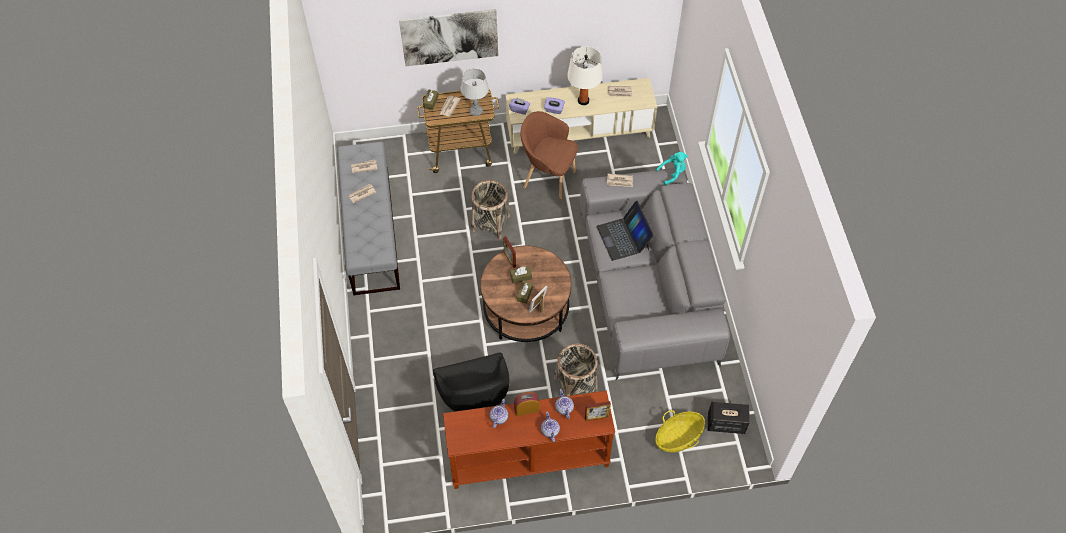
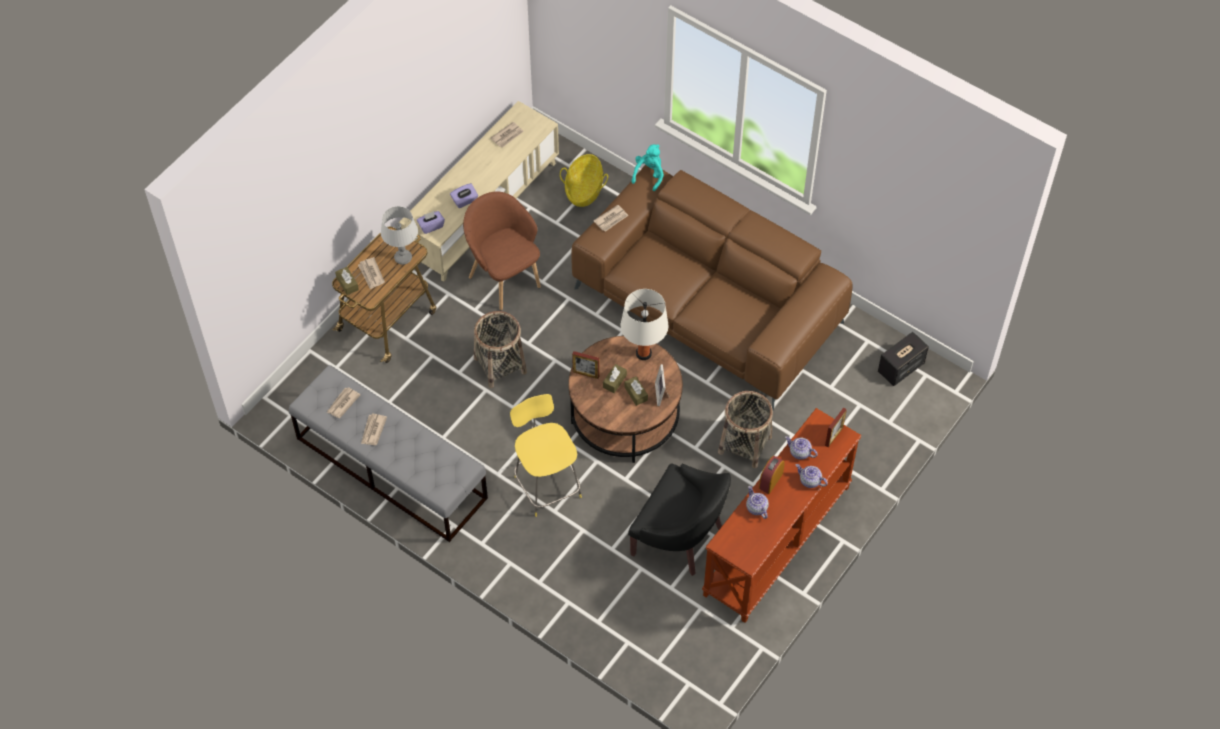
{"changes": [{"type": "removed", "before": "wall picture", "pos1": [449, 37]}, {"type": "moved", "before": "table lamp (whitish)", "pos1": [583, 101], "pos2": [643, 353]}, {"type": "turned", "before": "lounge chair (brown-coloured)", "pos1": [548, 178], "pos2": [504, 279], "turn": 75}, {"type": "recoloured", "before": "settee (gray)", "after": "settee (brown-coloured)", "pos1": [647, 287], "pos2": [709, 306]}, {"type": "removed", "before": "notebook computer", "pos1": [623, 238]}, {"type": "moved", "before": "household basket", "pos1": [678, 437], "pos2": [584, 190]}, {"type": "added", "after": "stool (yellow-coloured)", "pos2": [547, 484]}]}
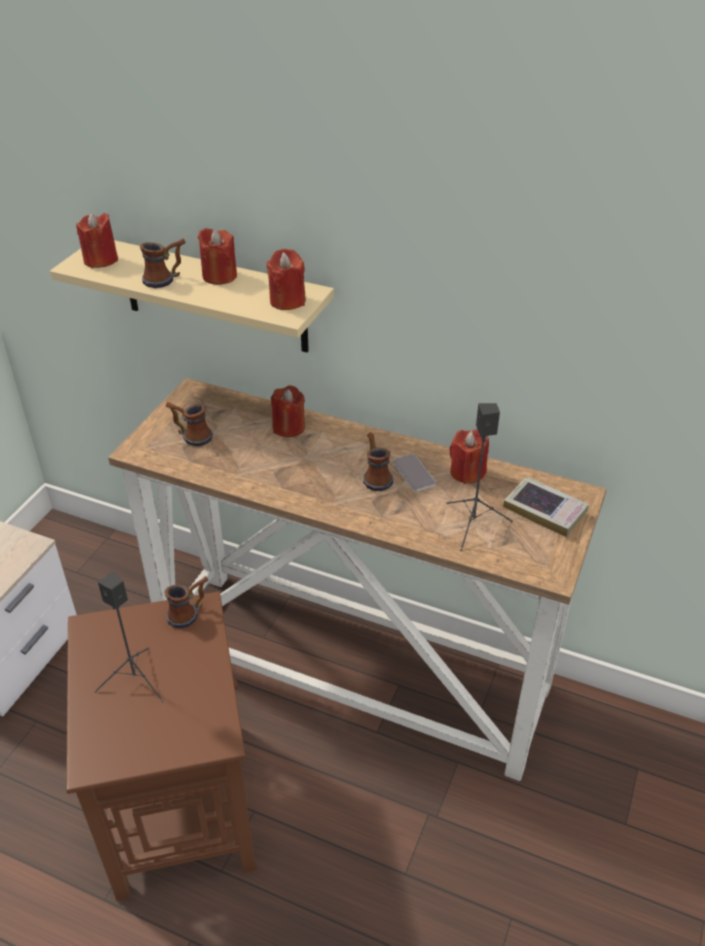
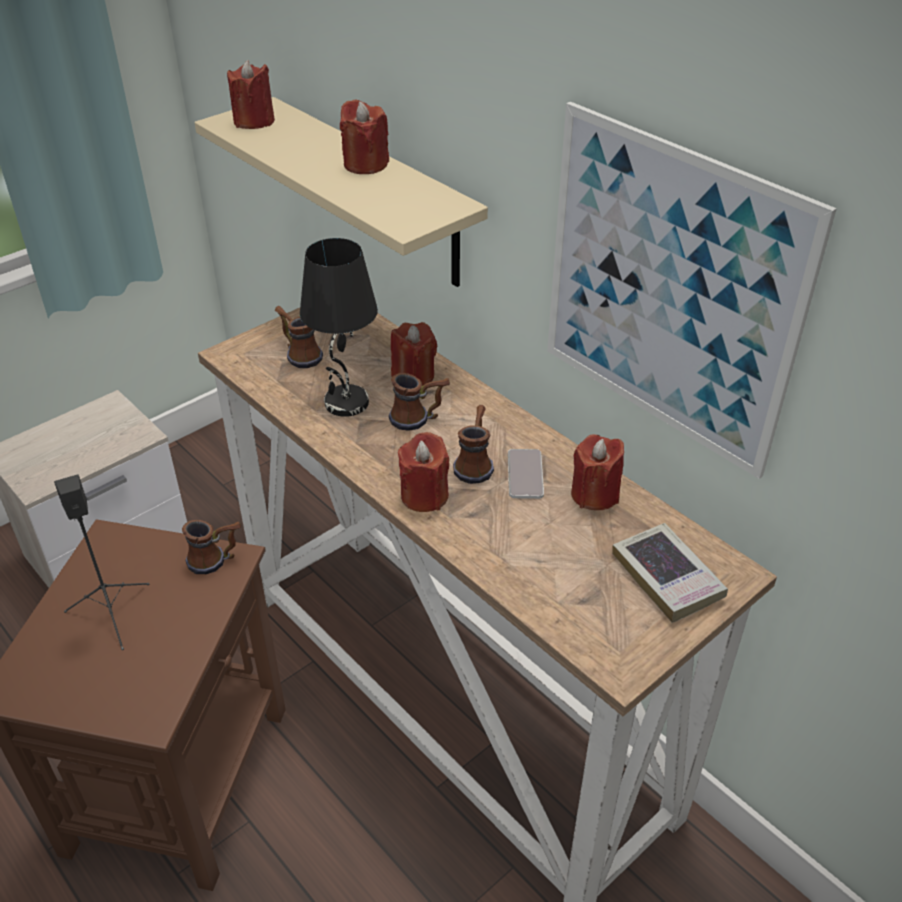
{"changes": [{"type": "moved", "before": "tea mug", "pos1": [166, 279], "pos2": [419, 419]}, {"type": "moved", "before": "wax light (red)", "pos1": [287, 301], "pos2": [424, 496]}, {"type": "removed", "before": "speaker (black-coloured)", "pos1": [473, 525]}, {"type": "added", "after": "wall picture", "pos2": [668, 291]}, {"type": "added", "after": "table lamp (black-coloured)", "pos2": [346, 403]}]}
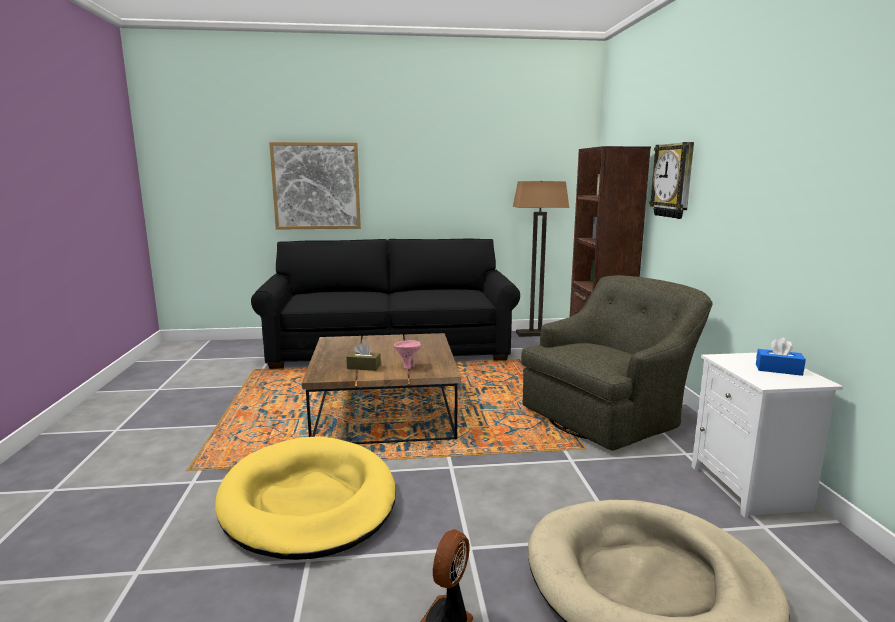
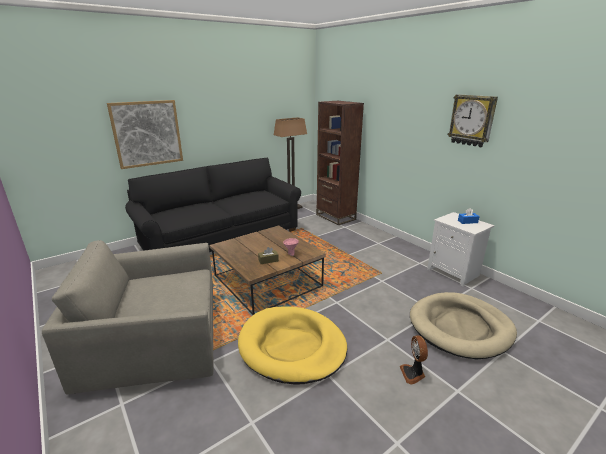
{"changes": [{"type": "moved", "before": "clock on the wall", "pos1": [673, 180], "pos2": [472, 120]}, {"type": "removed", "before": "lounge chair (green)", "pos1": [609, 415]}, {"type": "added", "after": "lounge chair (gray)", "pos2": [154, 339]}]}
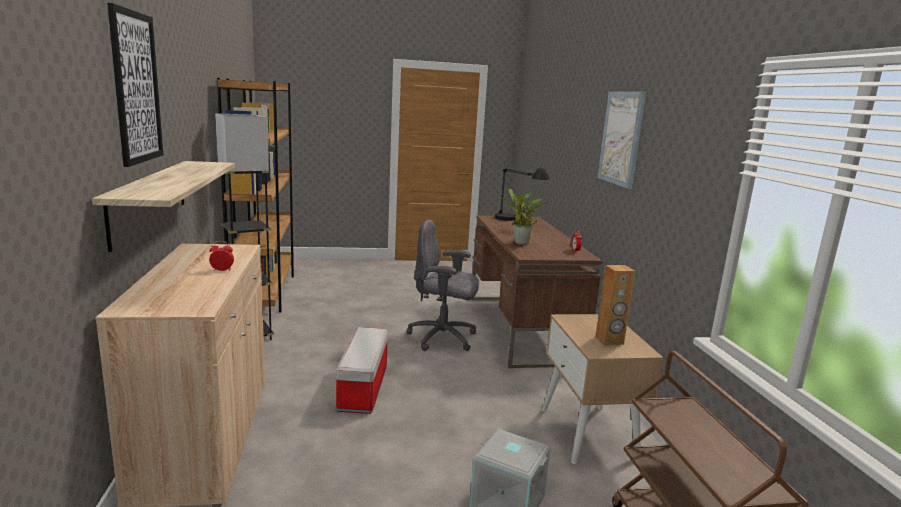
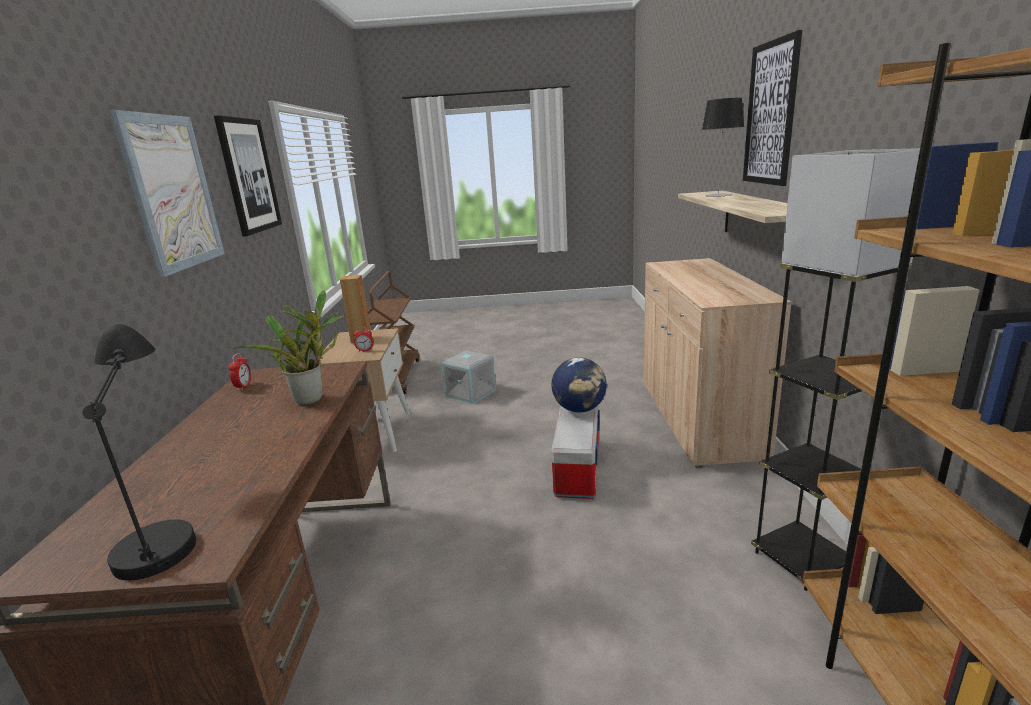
{"changes": [{"type": "removed", "before": "desk chair (gray)", "pos1": [443, 338]}, {"type": "moved", "before": "bedside clock", "pos1": [222, 270], "pos2": [365, 350]}, {"type": "added", "after": "table lamp", "pos2": [718, 195]}, {"type": "added", "after": "wall picture", "pos2": [248, 176]}, {"type": "added", "after": "desk globe", "pos2": [579, 409]}]}
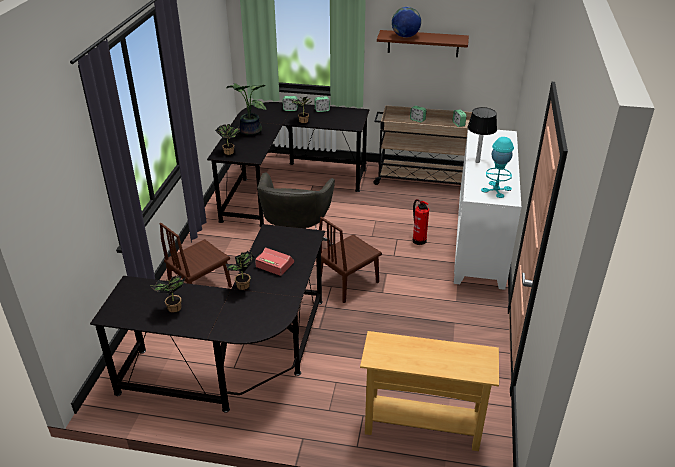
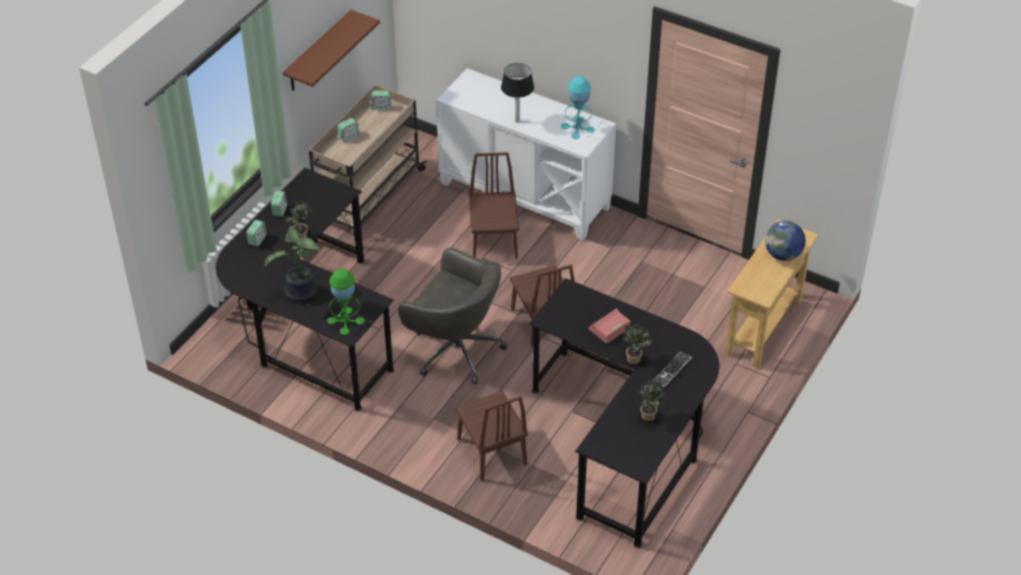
{"changes": [{"type": "moved", "before": "desk globe", "pos1": [405, 36], "pos2": [783, 255]}, {"type": "replaced", "before": "potted plant", "after": "table lamp (green)", "pos1": [230, 152], "pos2": [346, 321]}, {"type": "replaced", "before": "fire-fighting cylinder", "after": "chair (brown-coloured)", "pos1": [418, 240], "pos2": [493, 241]}, {"type": "added", "after": "keyboard", "pos2": [672, 370]}]}
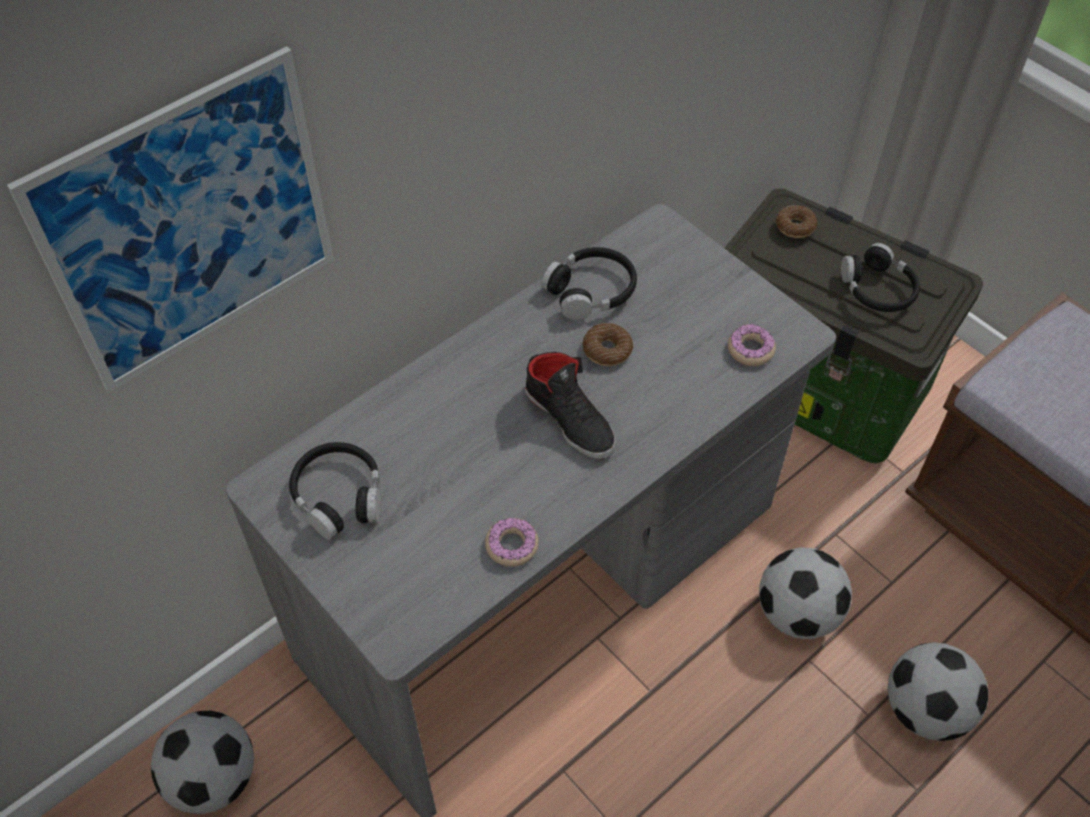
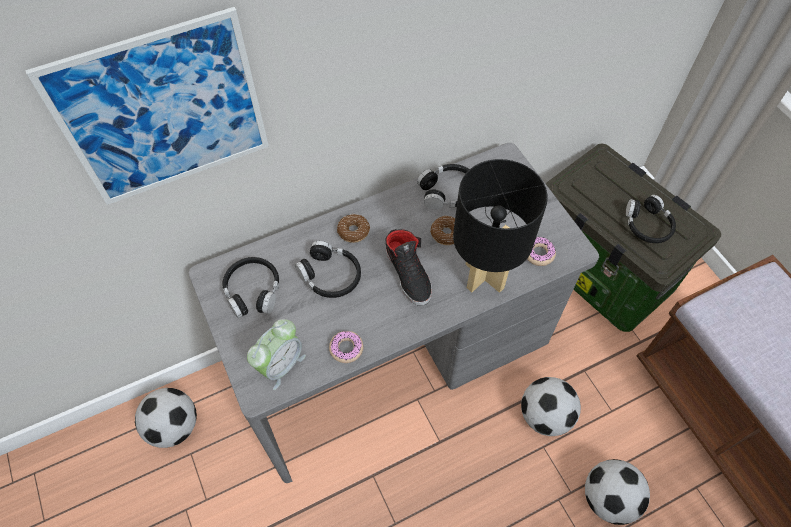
{"changes": [{"type": "moved", "before": "donut", "pos1": [795, 226], "pos2": [353, 231]}, {"type": "added", "after": "table lamp (black-coloured)", "pos2": [484, 277]}, {"type": "added", "after": "pair of headphones (black-coloured)", "pos2": [330, 276]}, {"type": "added", "after": "bedside clock", "pos2": [280, 365]}]}
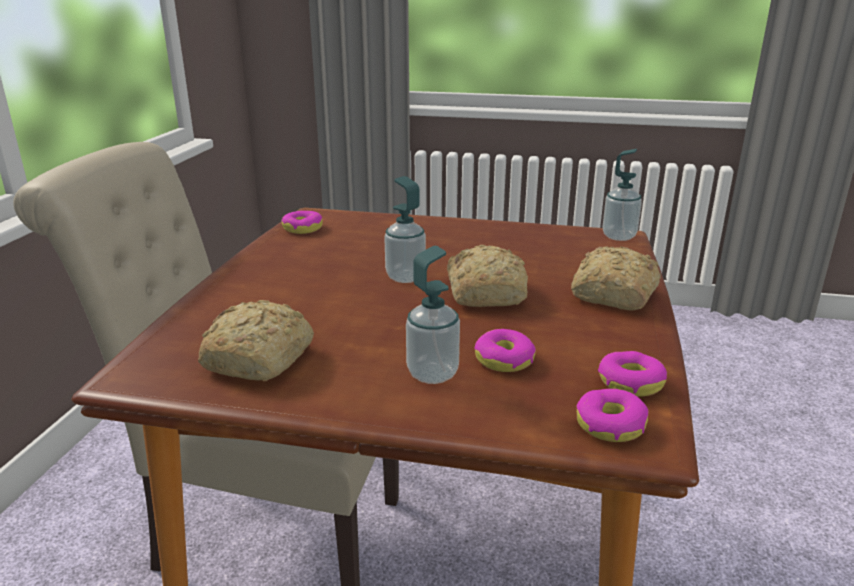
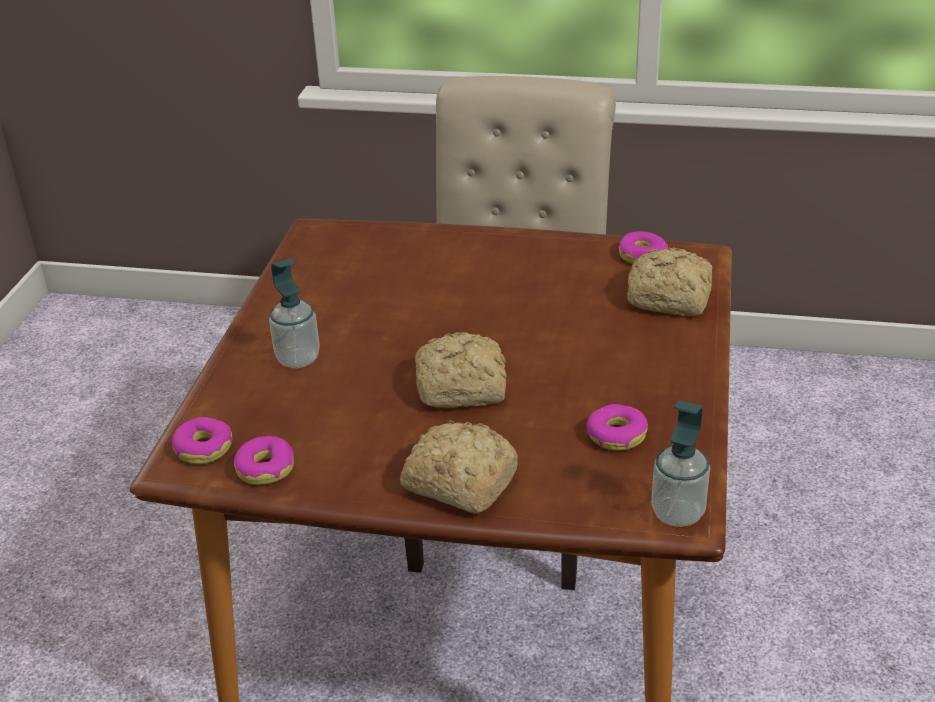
{"changes": [{"type": "removed", "before": "liquid soap bottle", "pos1": [405, 277]}, {"type": "moved", "before": "bread", "pos1": [261, 358], "pos2": [671, 299]}, {"type": "moved", "before": "donut", "pos1": [504, 360], "pos2": [616, 435]}]}
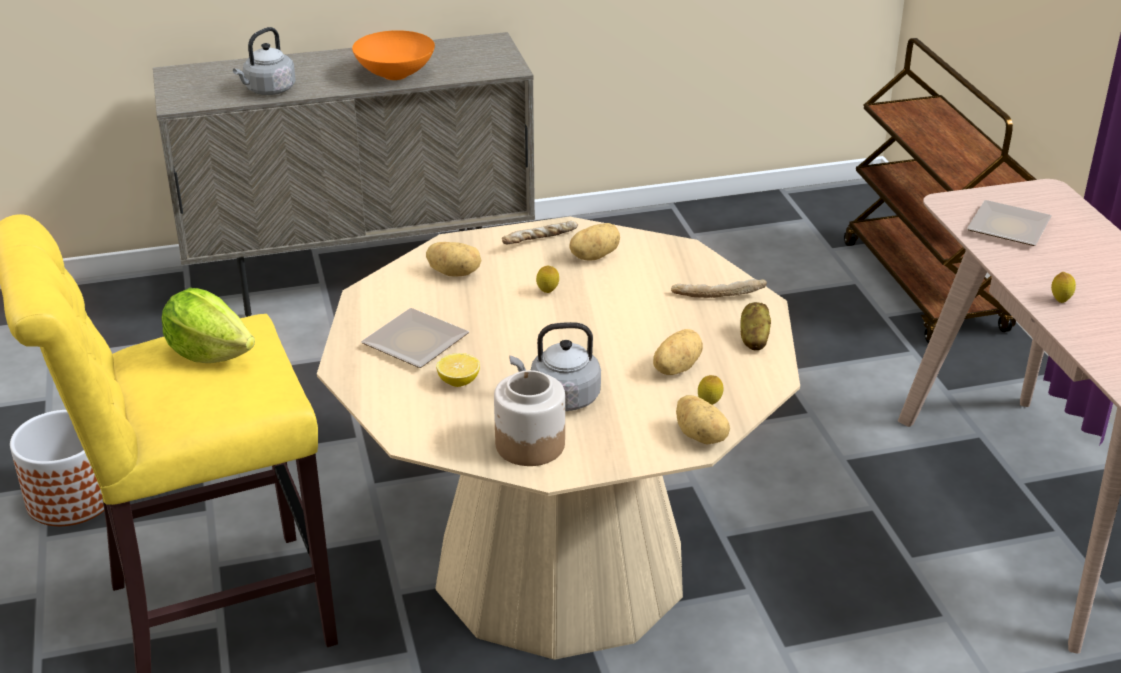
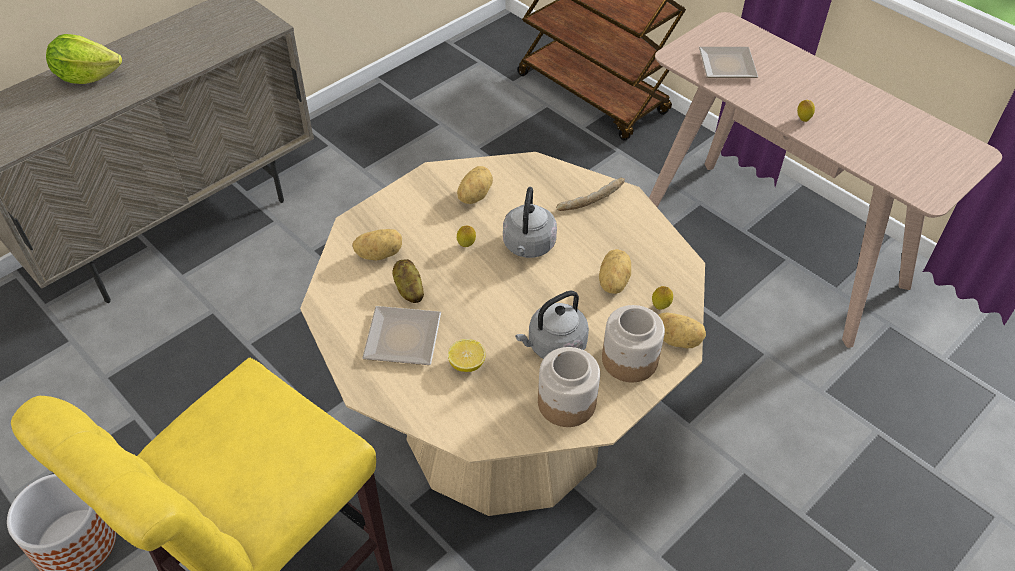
{"changes": [{"type": "moved", "before": "kettle (gray)", "pos1": [268, 90], "pos2": [528, 246]}, {"type": "removed", "before": "deep dish (orangey)", "pos1": [394, 75]}, {"type": "removed", "before": "bread", "pos1": [540, 241]}, {"type": "moved", "before": "lettuce head", "pos1": [209, 353], "pos2": [87, 76]}, {"type": "moved", "before": "spud", "pos1": [753, 339], "pos2": [408, 290]}, {"type": "added", "after": "storage jar", "pos2": [629, 360]}]}
